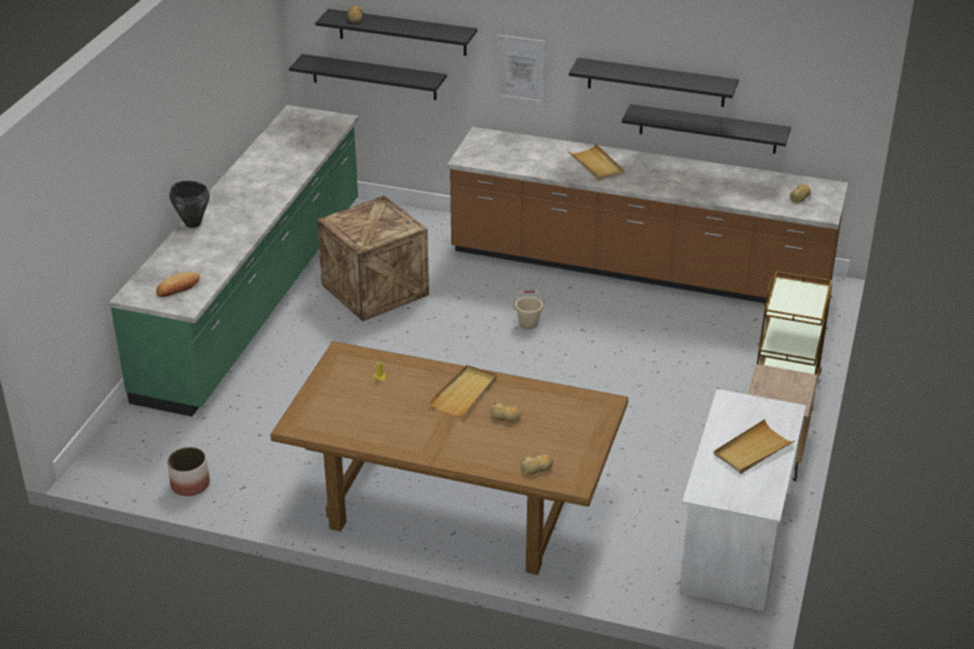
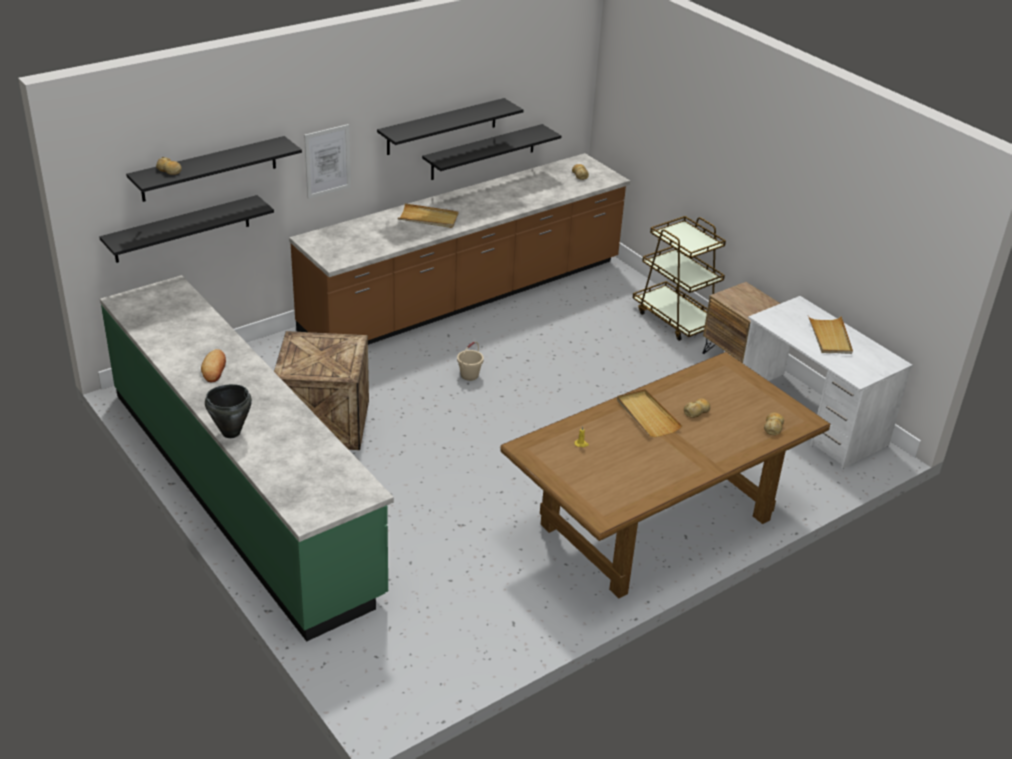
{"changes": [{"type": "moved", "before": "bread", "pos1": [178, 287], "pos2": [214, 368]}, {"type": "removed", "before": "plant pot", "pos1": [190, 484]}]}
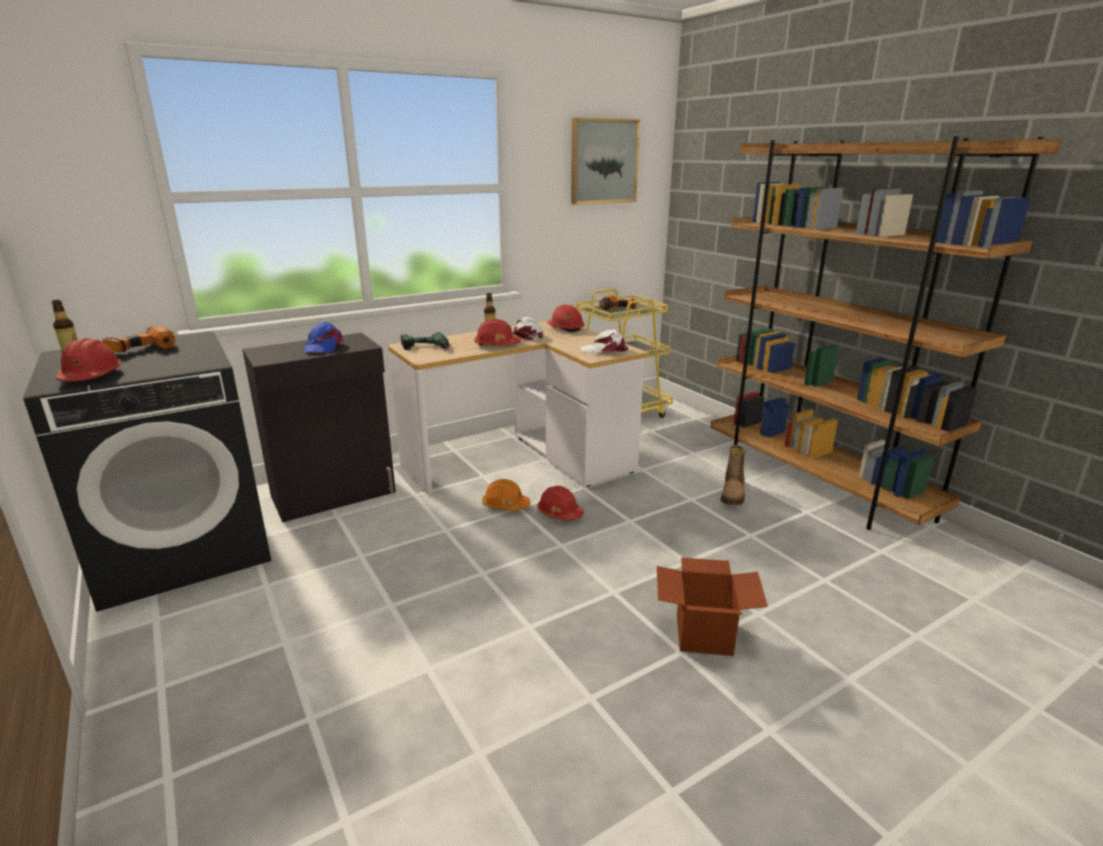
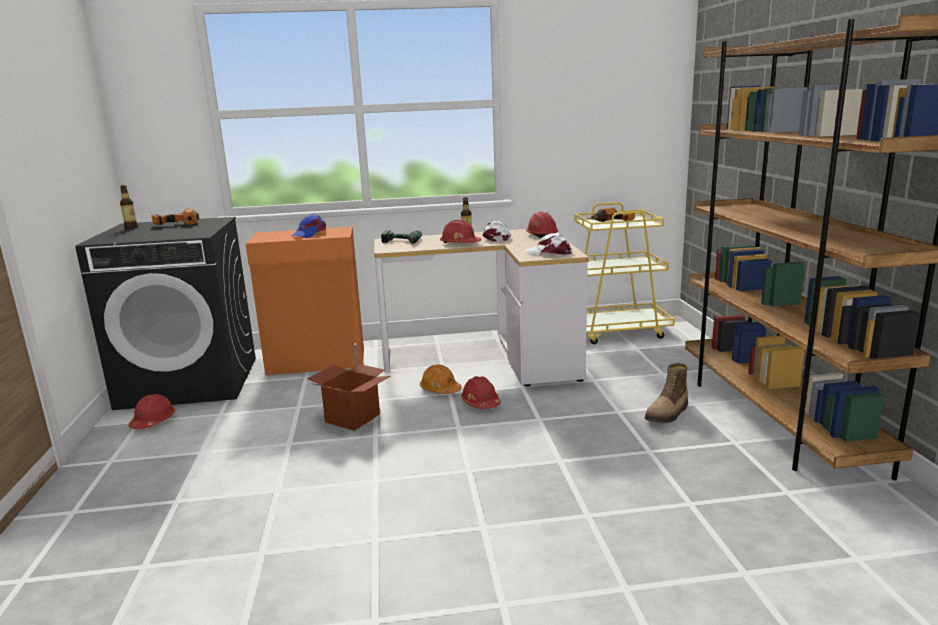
{"changes": [{"type": "removed", "before": "wall picture", "pos1": [604, 161]}, {"type": "recoloured", "before": "cabinet (black-coloured)", "after": "cabinet (orangey)", "pos1": [335, 494], "pos2": [317, 362]}, {"type": "moved", "before": "safety helmet (red)", "pos1": [91, 376], "pos2": [153, 421]}, {"type": "moved", "before": "packing box", "pos1": [704, 635], "pos2": [352, 418]}]}
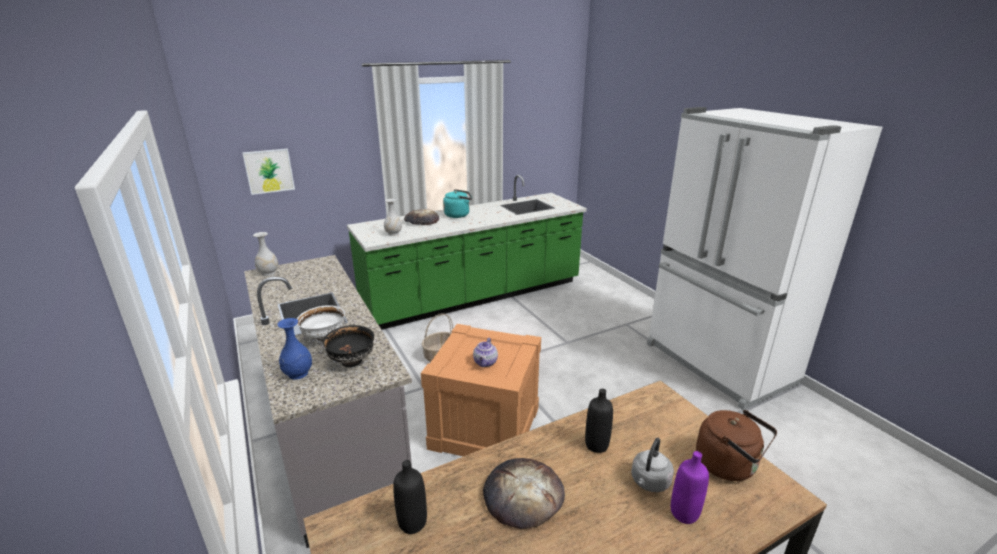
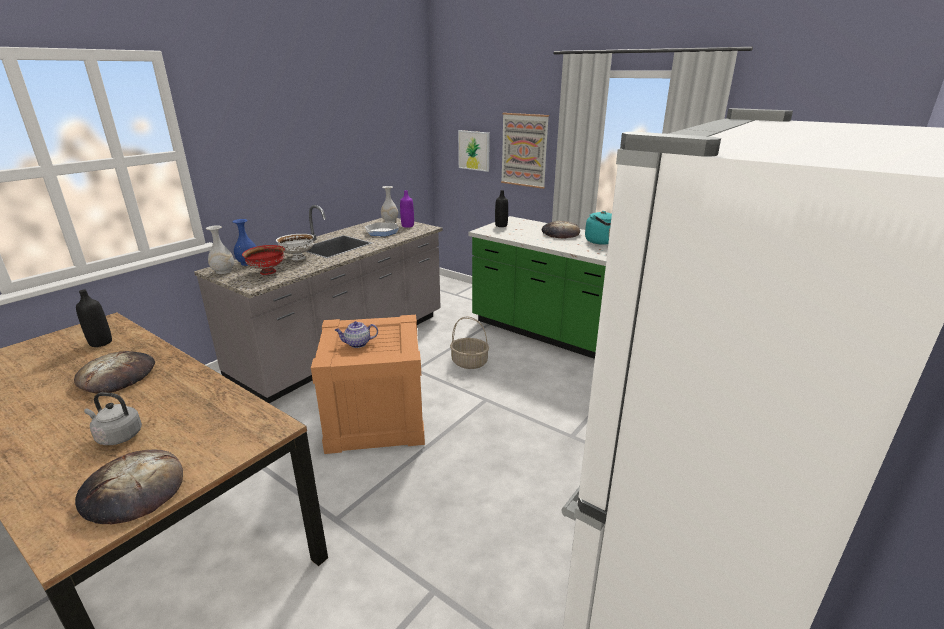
{"changes": [{"type": "moved", "before": "decorative vase (whitish)", "pos1": [393, 233], "pos2": [223, 271]}, {"type": "recoloured", "before": "deep dish (black-coloured)", "after": "deep dish (red)", "pos1": [352, 362], "pos2": [267, 272]}, {"type": "moved", "before": "beverage bottle (black-coloured)", "pos1": [596, 445], "pos2": [501, 225]}, {"type": "replaced", "before": "kettle (brown-coloured)", "after": "bread", "pos1": [729, 465], "pos2": [133, 490]}, {"type": "moved", "before": "beverage bottle (purple)", "pos1": [684, 513], "pos2": [407, 226]}, {"type": "added", "after": "wall picture", "pos2": [524, 150]}, {"type": "added", "after": "frying pan", "pos2": [382, 232]}]}
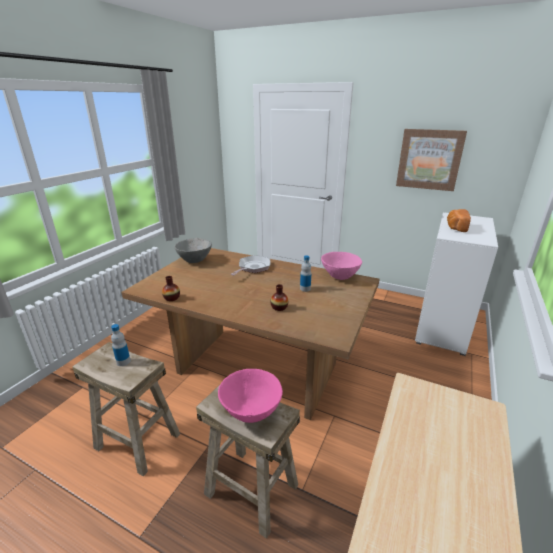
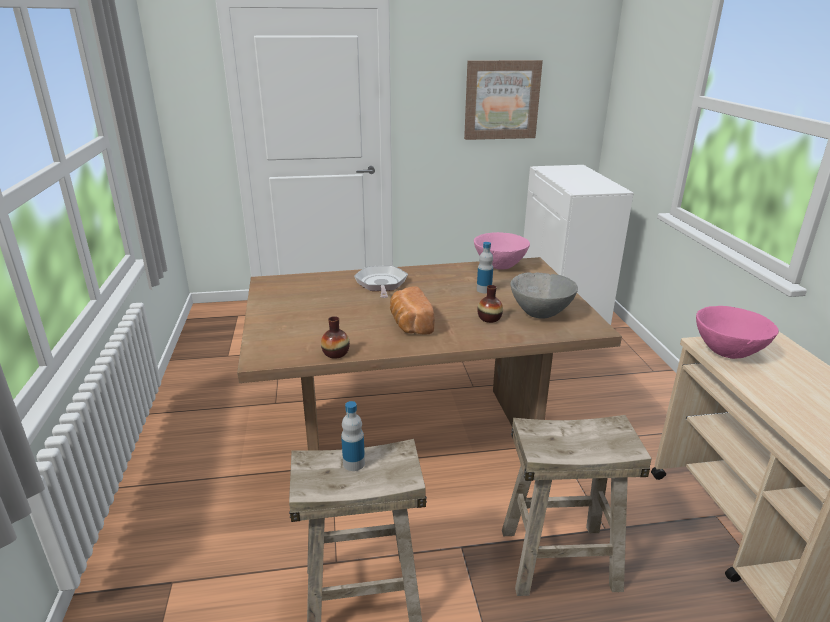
{"changes": [{"type": "moved", "before": "bread", "pos1": [455, 227], "pos2": [409, 324]}, {"type": "moved", "before": "deep dish (gray)", "pos1": [195, 261], "pos2": [540, 313]}, {"type": "moved", "before": "deep dish (pink)", "pos1": [251, 412], "pos2": [727, 353]}]}
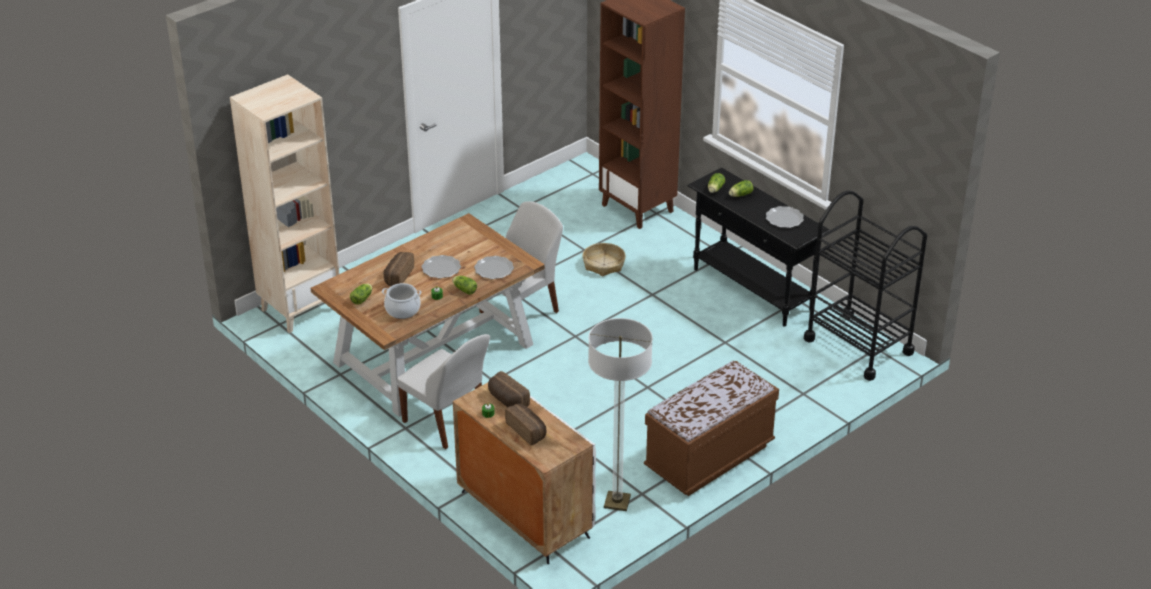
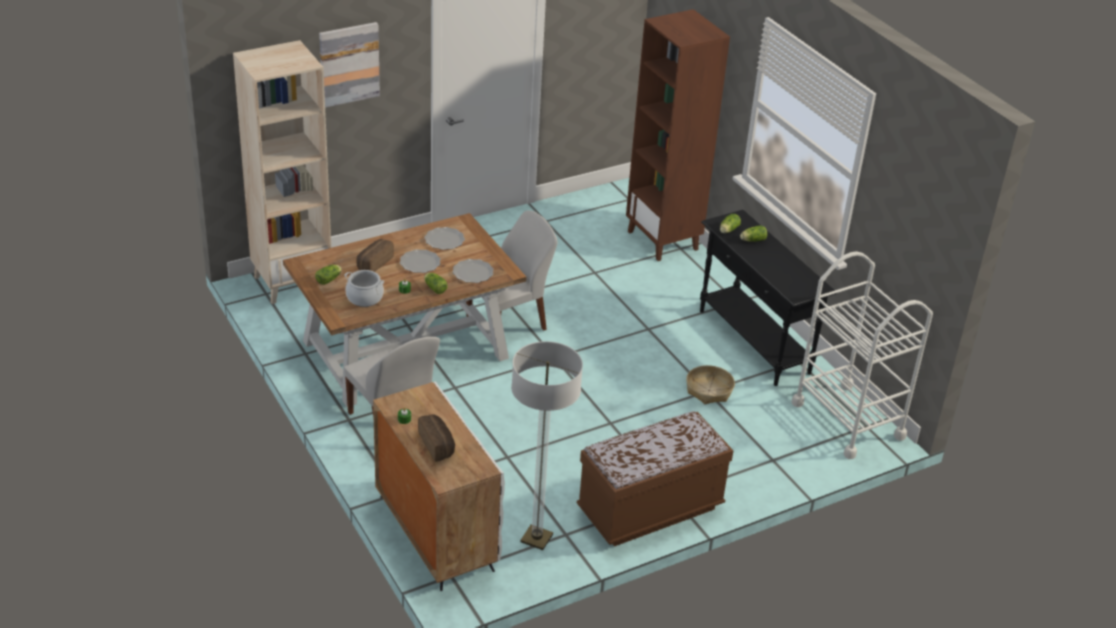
{"changes": [{"type": "recoloured", "before": "cart (black-coloured)", "after": "cart (whitish)", "pos1": [858, 346], "pos2": [848, 420]}, {"type": "moved", "before": "plate", "pos1": [784, 219], "pos2": [444, 240]}, {"type": "moved", "before": "household basket", "pos1": [604, 264], "pos2": [709, 390]}, {"type": "removed", "before": "bread", "pos1": [507, 400]}, {"type": "added", "after": "wall picture", "pos2": [349, 64]}]}
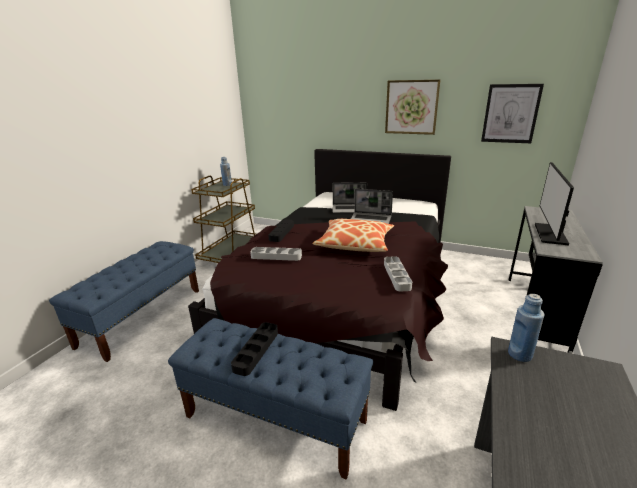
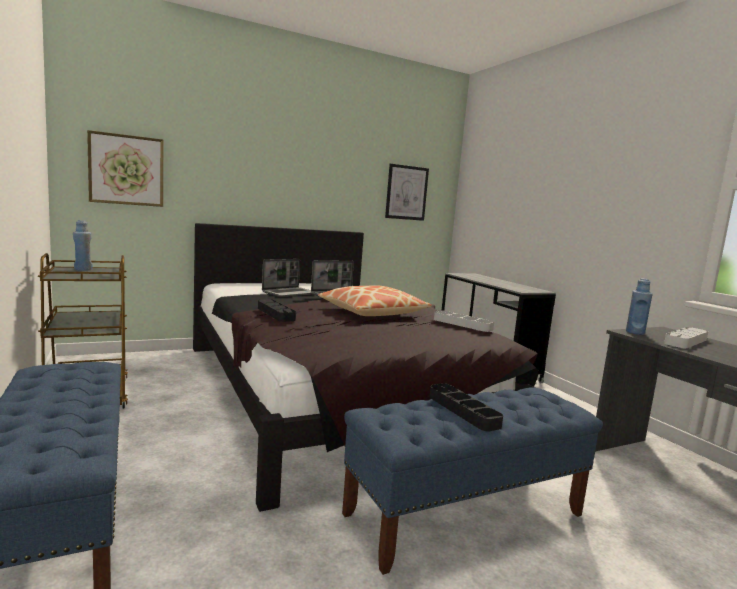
{"changes": [{"type": "moved", "before": "wall picture", "pos1": [411, 107], "pos2": [126, 170]}, {"type": "removed", "before": "monitor", "pos1": [550, 234]}, {"type": "moved", "before": "serving tray (gray)", "pos1": [276, 256], "pos2": [685, 341]}]}
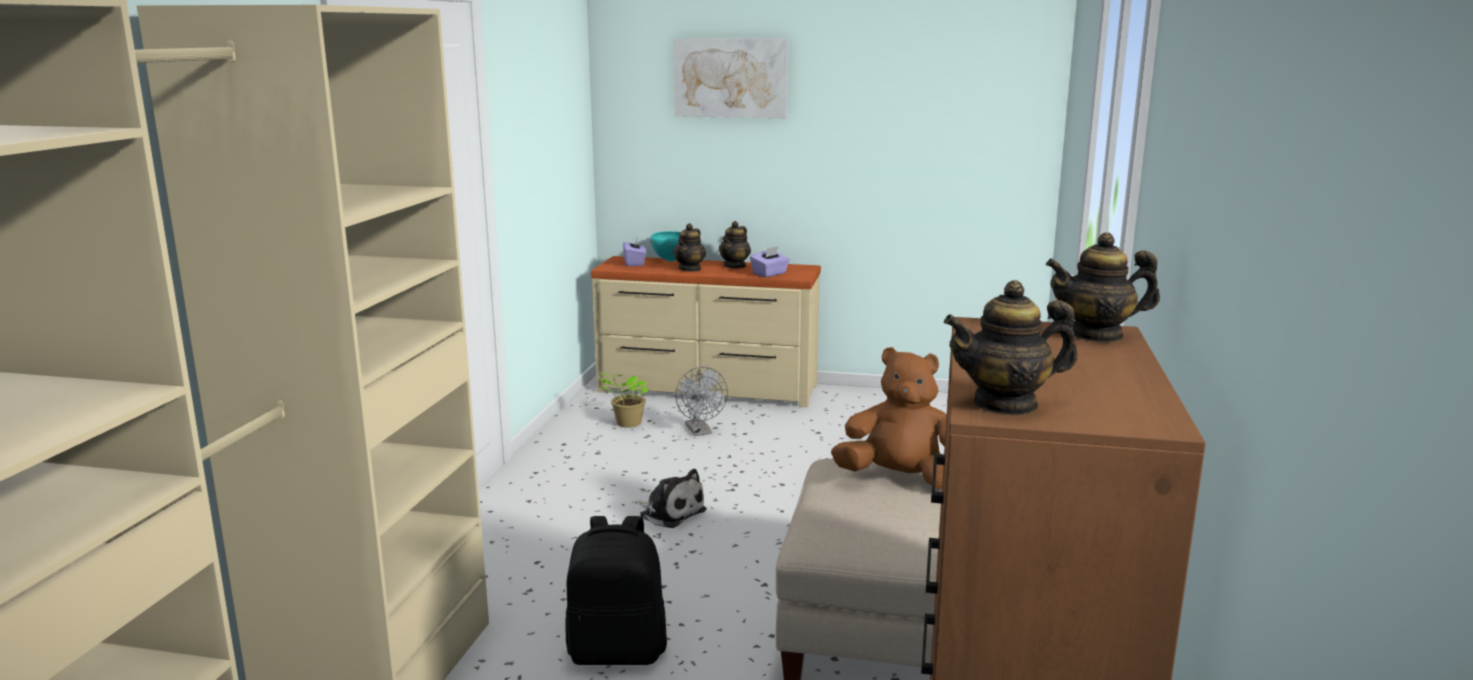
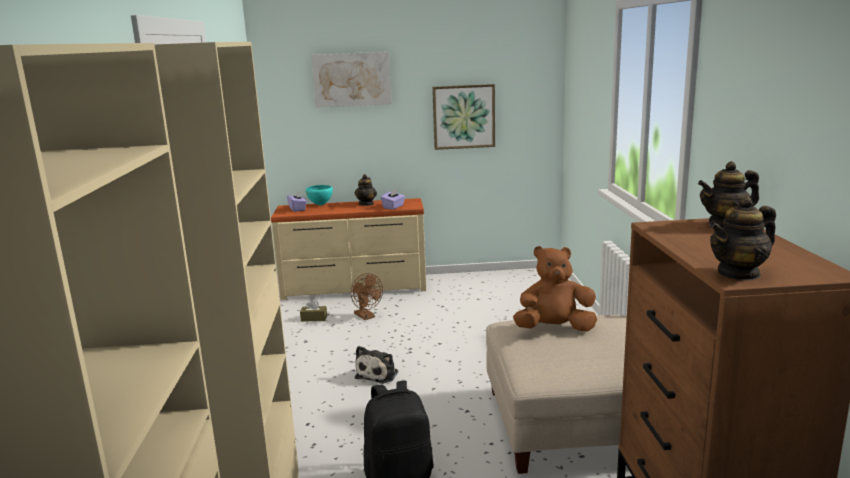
{"changes": [{"type": "removed", "before": "teapot", "pos1": [690, 269]}, {"type": "recoloured", "before": "cooling fan (gray)", "after": "cooling fan (brown-coloured)", "pos1": [700, 431], "pos2": [366, 316]}, {"type": "replaced", "before": "potted plant", "after": "tissue holder (brown-coloured)", "pos1": [627, 423], "pos2": [314, 318]}, {"type": "turned", "before": "cuddly toy", "pos1": [670, 512], "pos2": [378, 374], "turn": 90}, {"type": "added", "after": "wall picture", "pos2": [463, 116]}]}
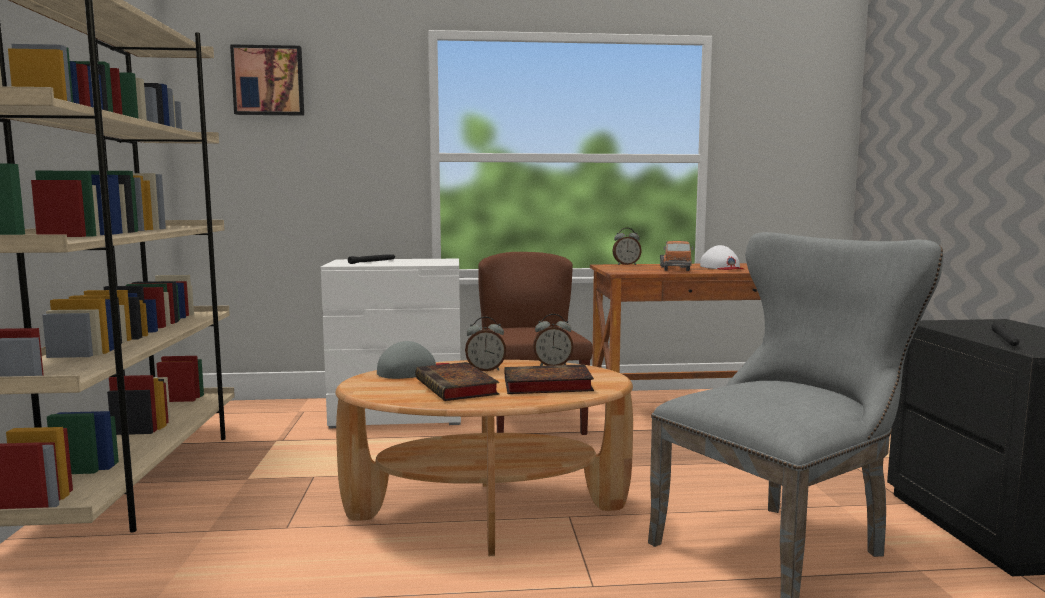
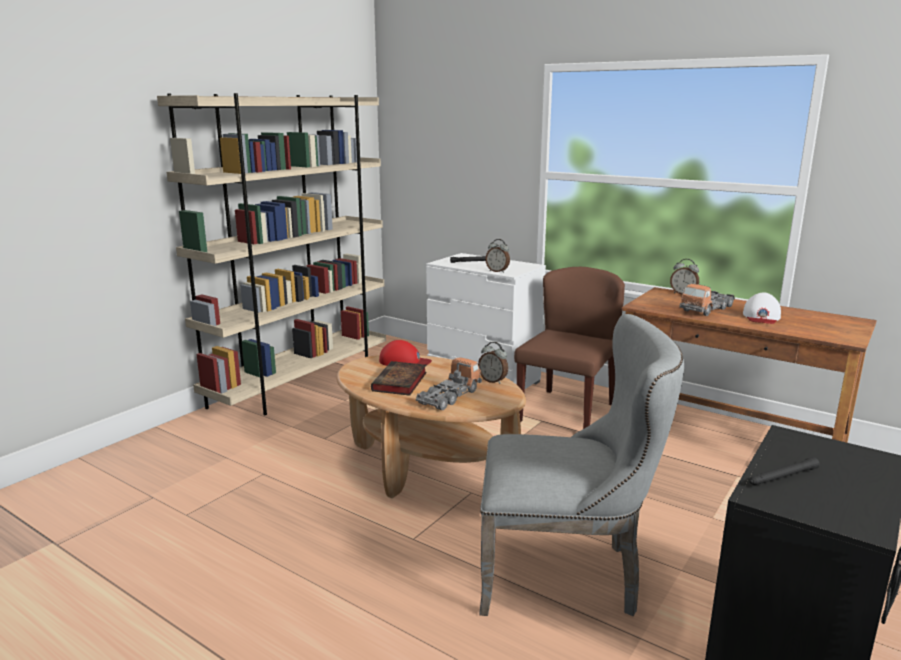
{"changes": [{"type": "removed", "before": "wall picture", "pos1": [269, 81]}, {"type": "moved", "before": "bedside clock", "pos1": [485, 370], "pos2": [497, 271]}, {"type": "recoloured", "before": "baseball cap (gray)", "after": "baseball cap (red)", "pos1": [413, 371], "pos2": [404, 361]}, {"type": "replaced", "before": "volume", "after": "toy truck", "pos1": [545, 386], "pos2": [449, 397]}]}
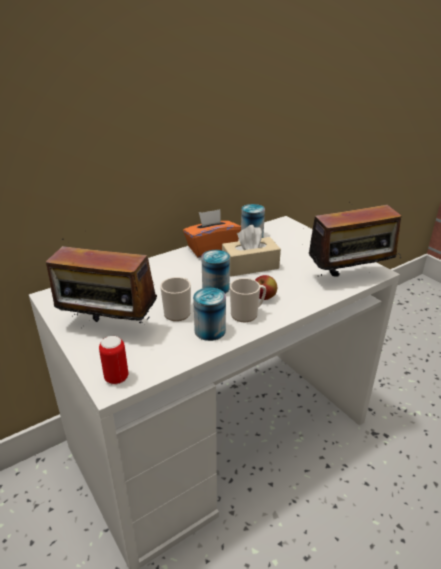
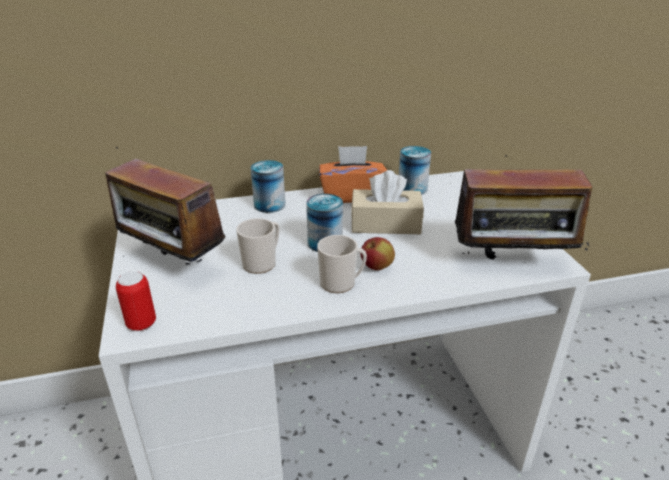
{"changes": [{"type": "moved", "before": "sealed can", "pos1": [210, 330], "pos2": [269, 205]}]}
